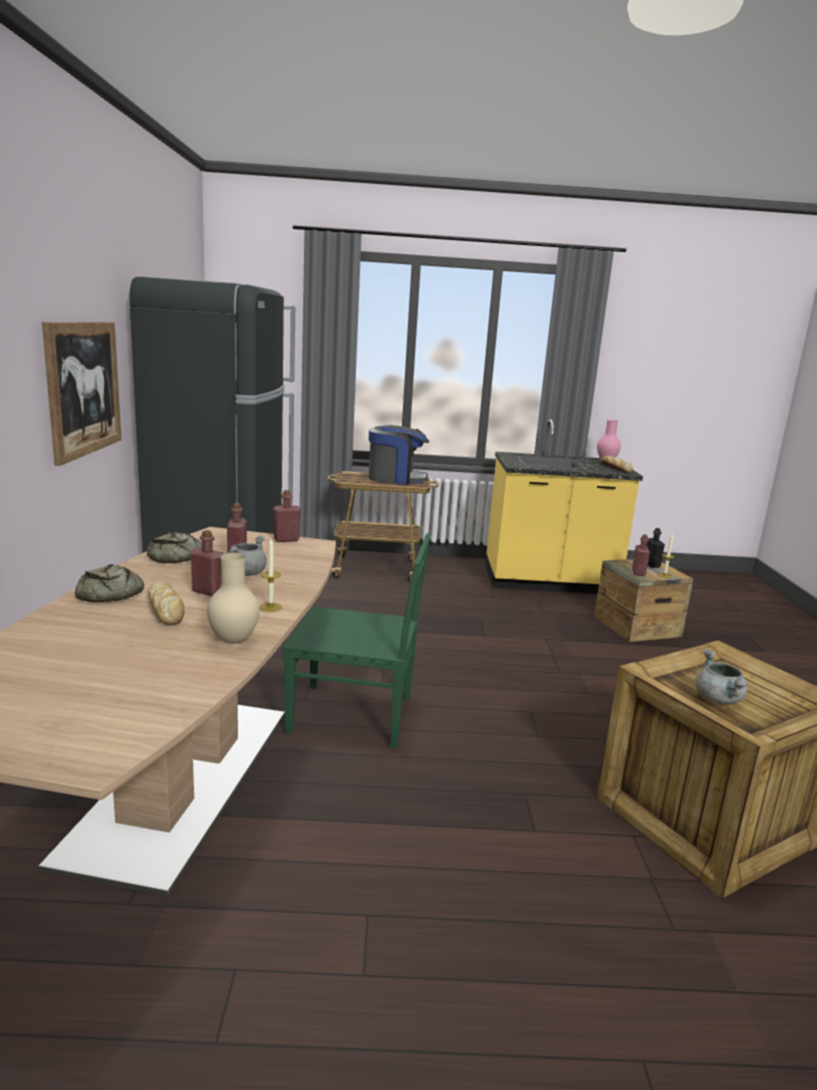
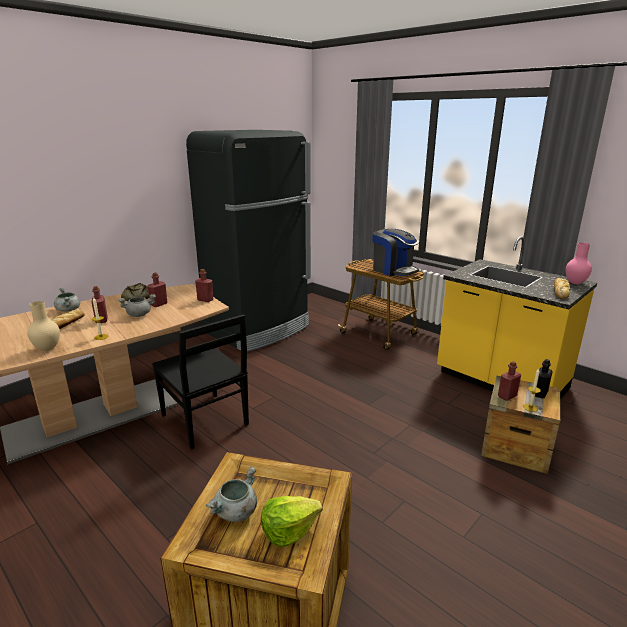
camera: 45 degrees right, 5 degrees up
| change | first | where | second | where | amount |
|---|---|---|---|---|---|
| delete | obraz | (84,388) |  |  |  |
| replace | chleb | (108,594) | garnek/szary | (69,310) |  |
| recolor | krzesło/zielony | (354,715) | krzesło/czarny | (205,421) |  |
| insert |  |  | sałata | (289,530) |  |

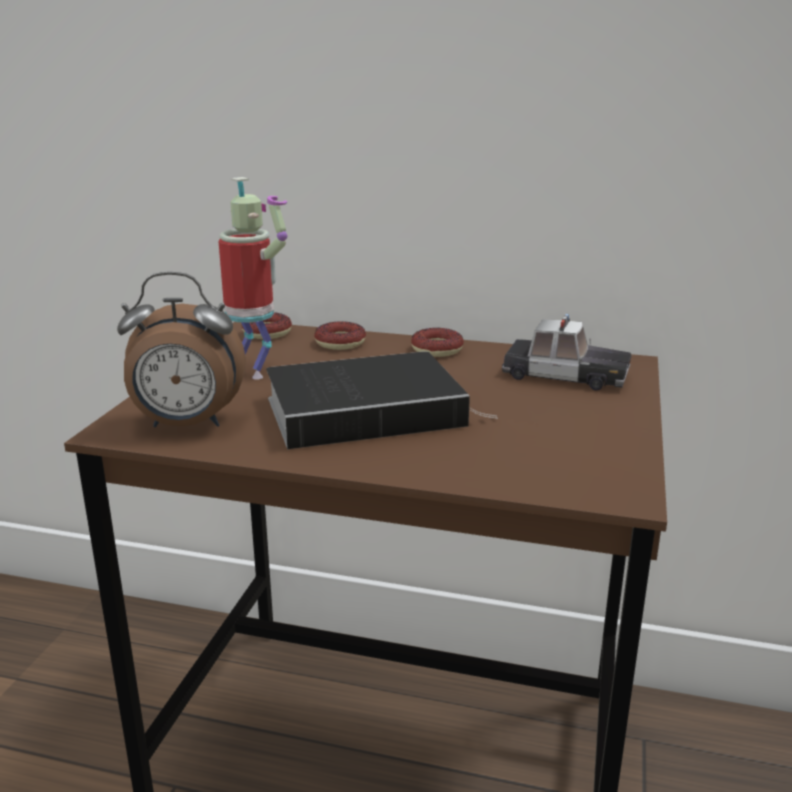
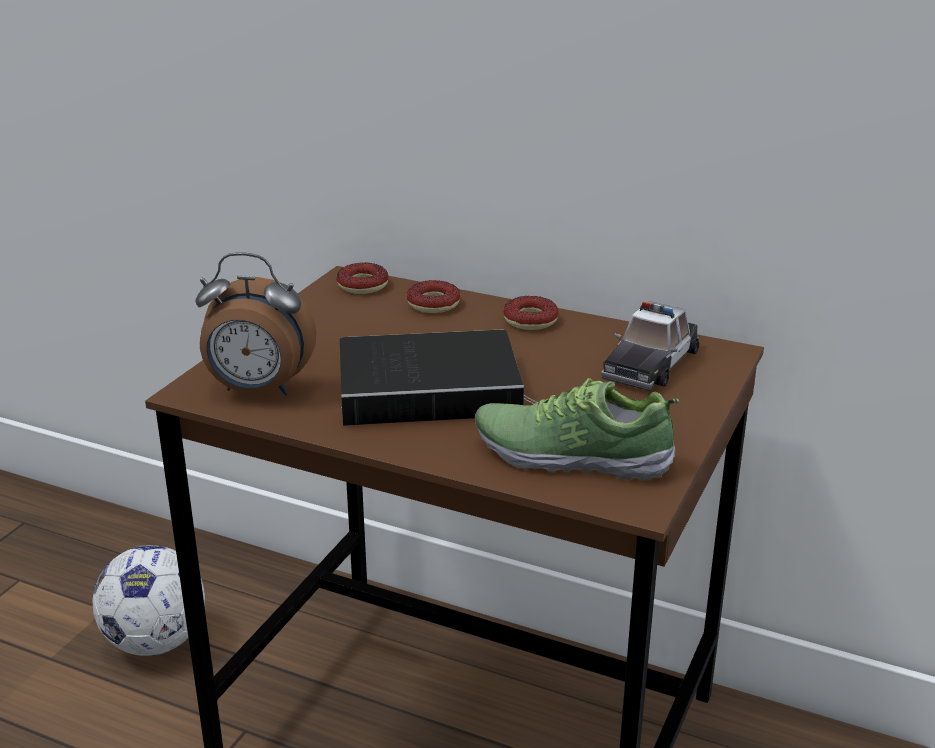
camera: 10 degrees right, 5 degrees up
| change | first | where | second | where | amount |
|---|---|---|---|---|---|
| delete | robot zabawkowy | (255,371) |  |  |  |
| rotate | samochodzik | (565,375) |  | (650,363) | 90 degrees clockwise |
| insert |  |  | piłka futbolowa | (156,641) |  |
| insert |  |  | but | (571,455) |  |

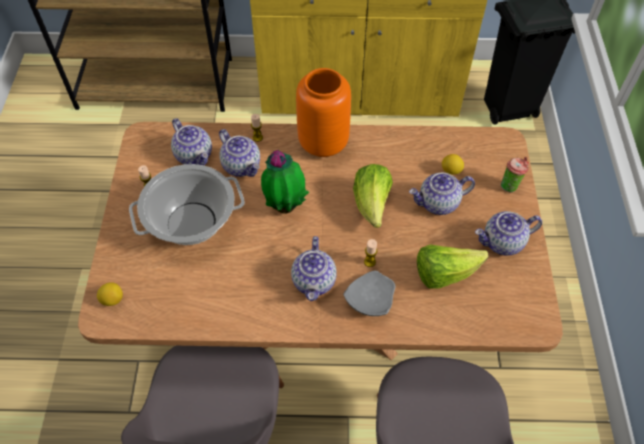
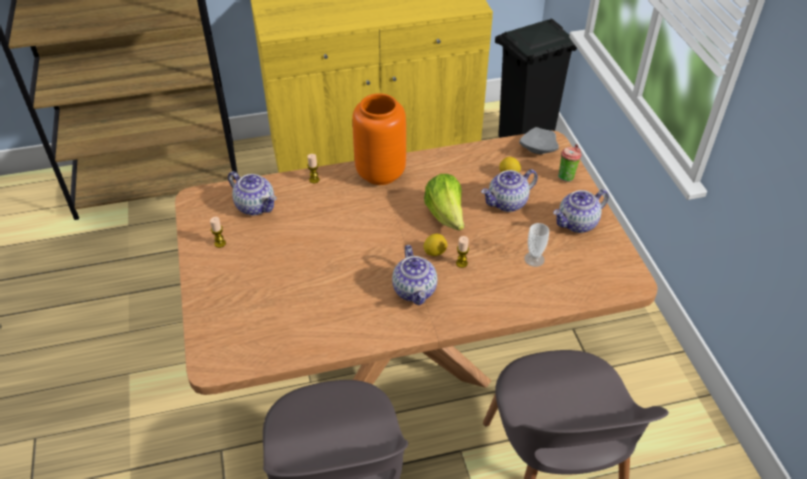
camera: 15 degrees left, 10 degrees down
| change | first | where | second | where | amount |
|---|---|---|---|---|---|
| move | cytryna | (112,299) |  | (435,252) |  |
| delete | garnek | (192,222) |  |  |  |
| delete | imbryk | (242,166) |  |  |  |
| delete | roślina doniczkowa | (285,206) |  |  |  |
| move | talerz/szary | (369,299) |  | (537,149) |  |
| replace | sałata | (444,273) | filiżanka | (534,259) |  |

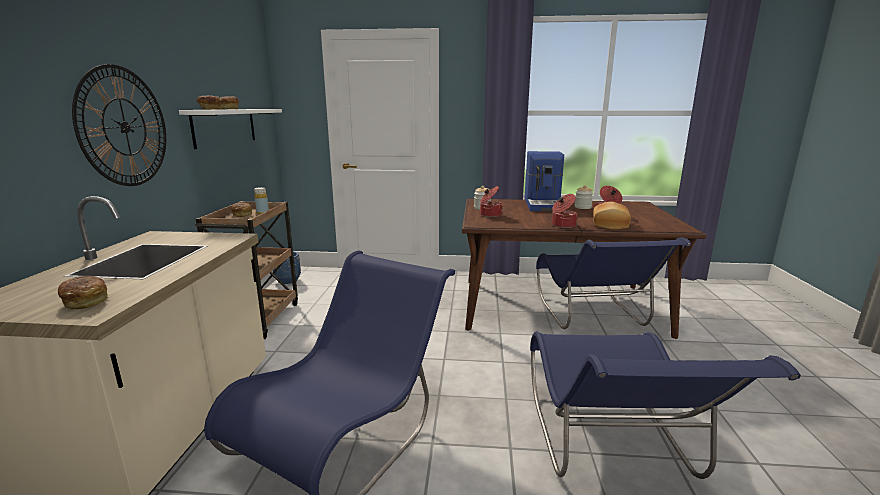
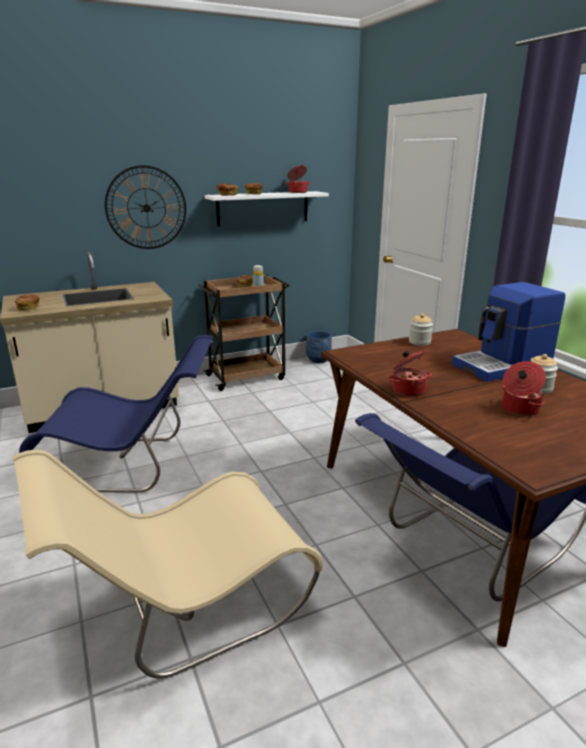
camera: 60 degrees right, 5 degrees up
| change | first | where | second | where | amount |
|---|---|---|---|---|---|
| move | garnek | (489,214) |  | (297,192) |  |
| recolor | krzesło/niebieski | (612,448) | krzesło/beżowy | (183,606) |  |
| delete | chleb | (609,224) |  |  |  |

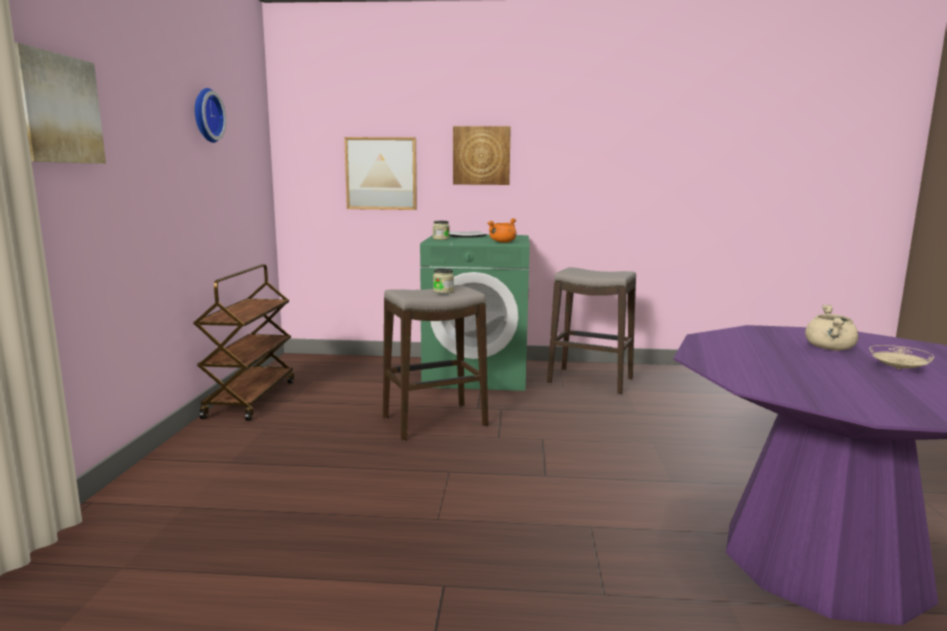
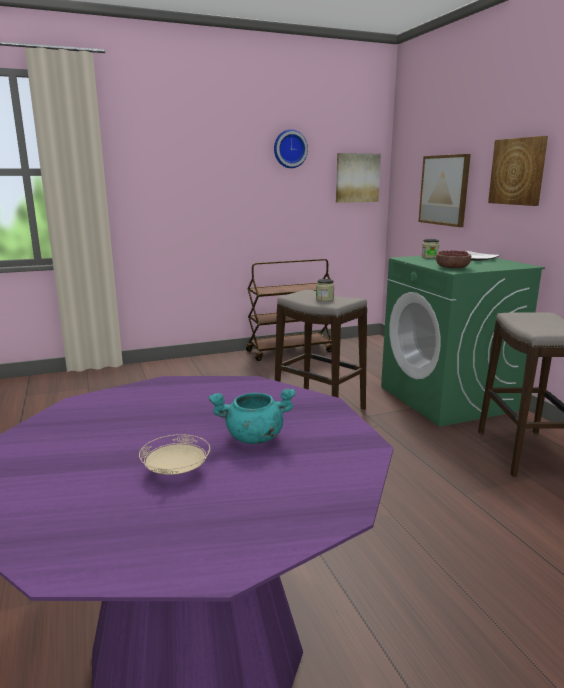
camera: 65 degrees right, 5 degrees up
| change | first | where | second | where | amount |
|---|---|---|---|---|---|
| move | obraz | (56,109) |  | (357,178) |  |
| replace | garnek/pomarańczowy | (502,242) | miska | (452,268) |  |
| recolor | garnek/beżowy | (830,349) | garnek/turkusowy | (253,437) |  |

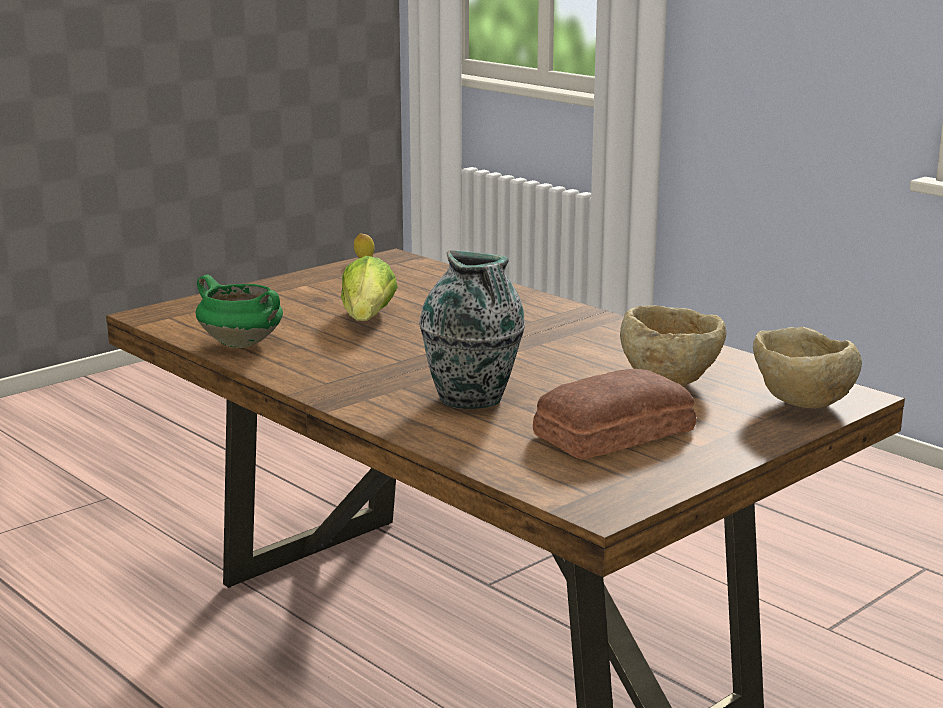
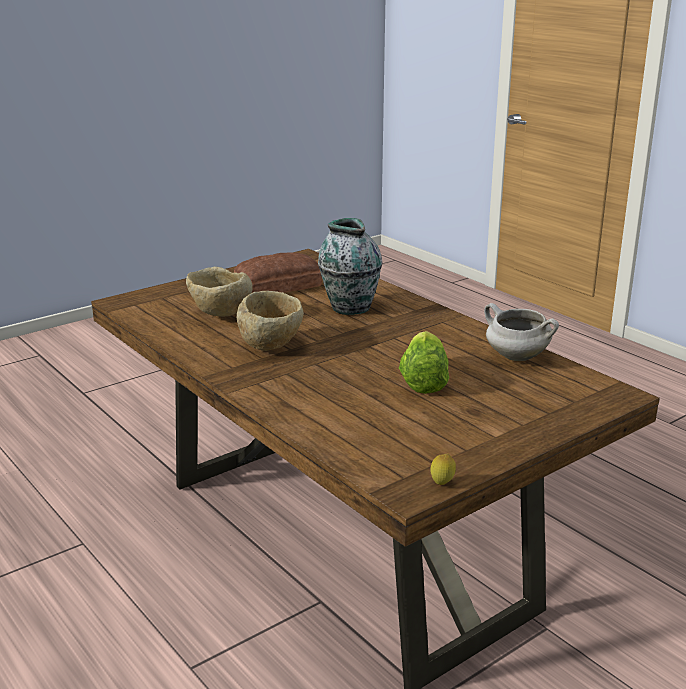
camera: 175 degrees left, 5 degrees up
| change | first | where | second | where | amount |
|---|---|---|---|---|---|
| recolor | garnek/zielony | (243,344) | garnek/biały | (515,357) |  |
| move | miska/beżowy | (800,406) |  | (272,346) |  |

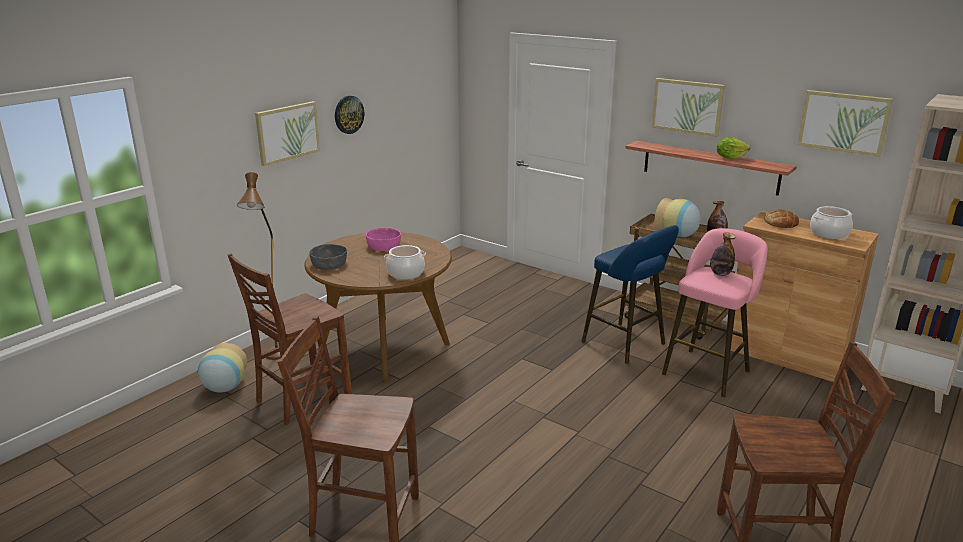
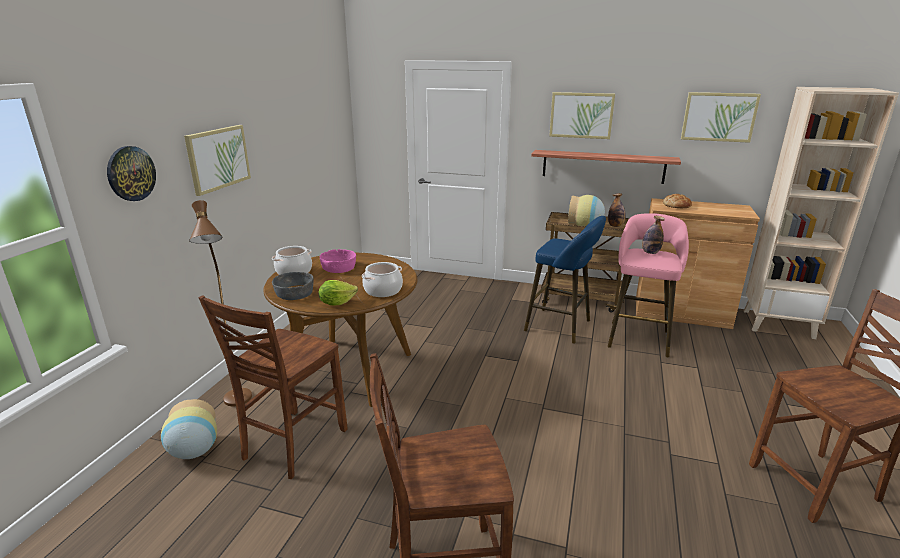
camera: 20 degrees left, 0 degrees up
| change | first | where | second | where | amount |
|---|---|---|---|---|---|
| move | zegar ścienny | (348,114) |  | (131,173) |  |
| move | sałata | (730,158) |  | (337,303) |  |
| move | garnek | (829,233) |  | (294,272) |  |

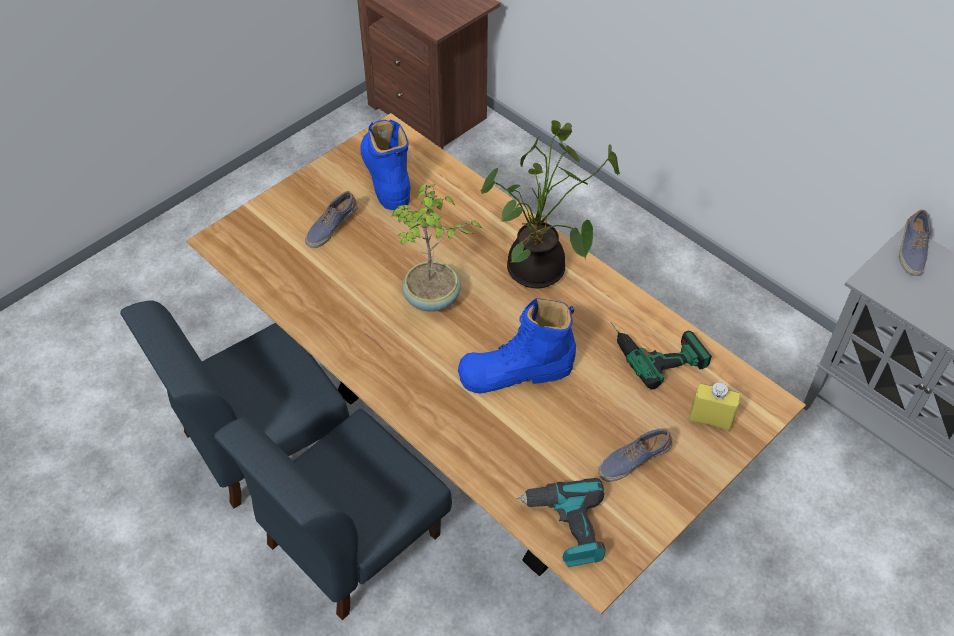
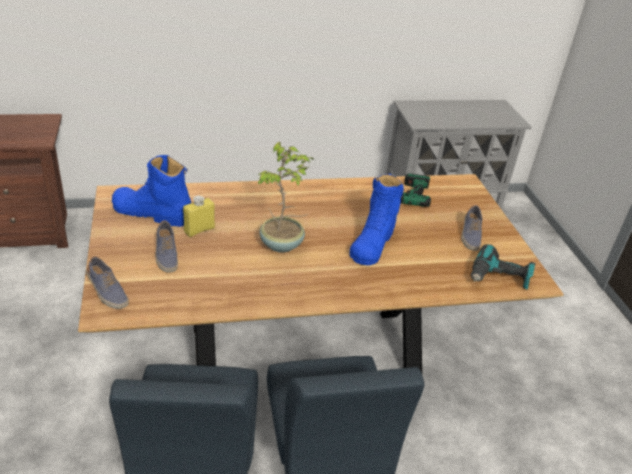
camera: 60 degrees left, 15 degrees down
| change | first | where | second | where | amount |
|---|---|---|---|---|---|
| delete | roślina doniczkowa | (540,272) |  |  |  |
| move | butelka/żółty | (710,419) |  | (199,230) |  |
| move | but | (911,251) |  | (107,292) |  |

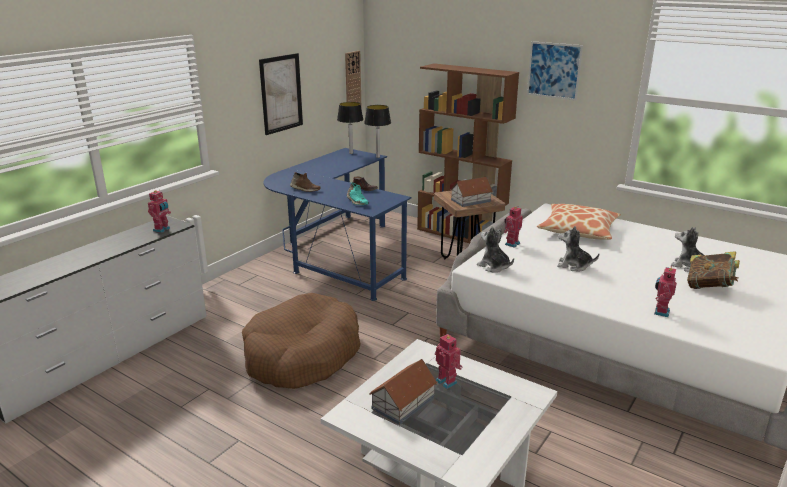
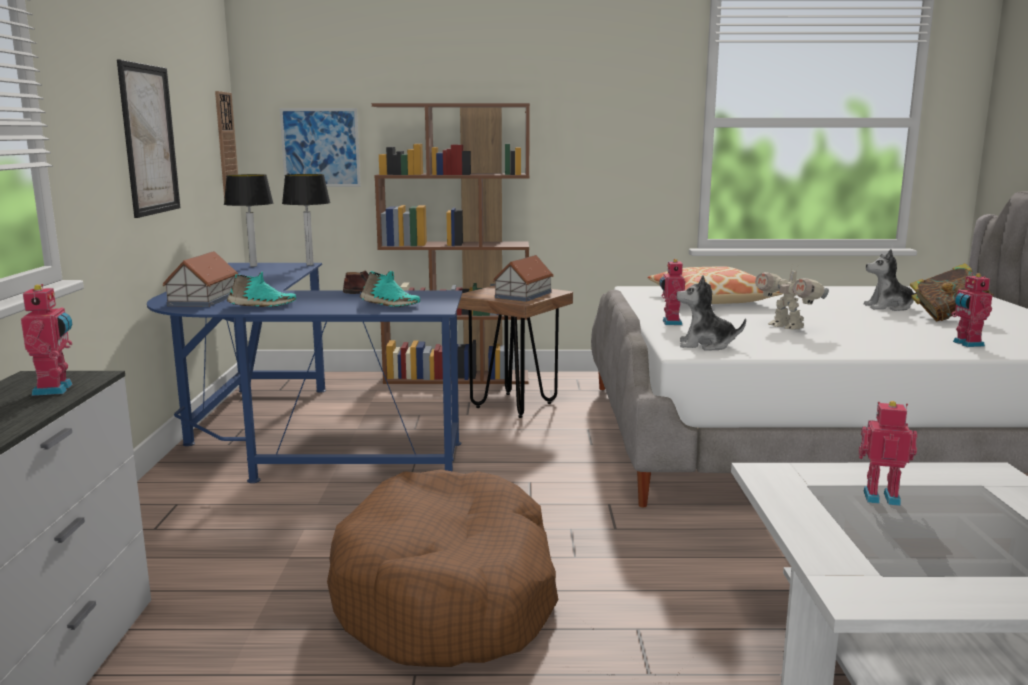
camera: 35 degrees left, 10 degrees down
| change | first | where | second | where | amount |
|---|---|---|---|---|---|
| recolor | but/brązowy | (305,189) | but/turkusowy | (262,306) |  |
| move | domek | (402,403) |  | (202,300) |  |
| move | obraz | (554,70) |  | (320,147) |  |
| replace | pluszak | (573,266) | robot zabawkowy | (787,327) |  |

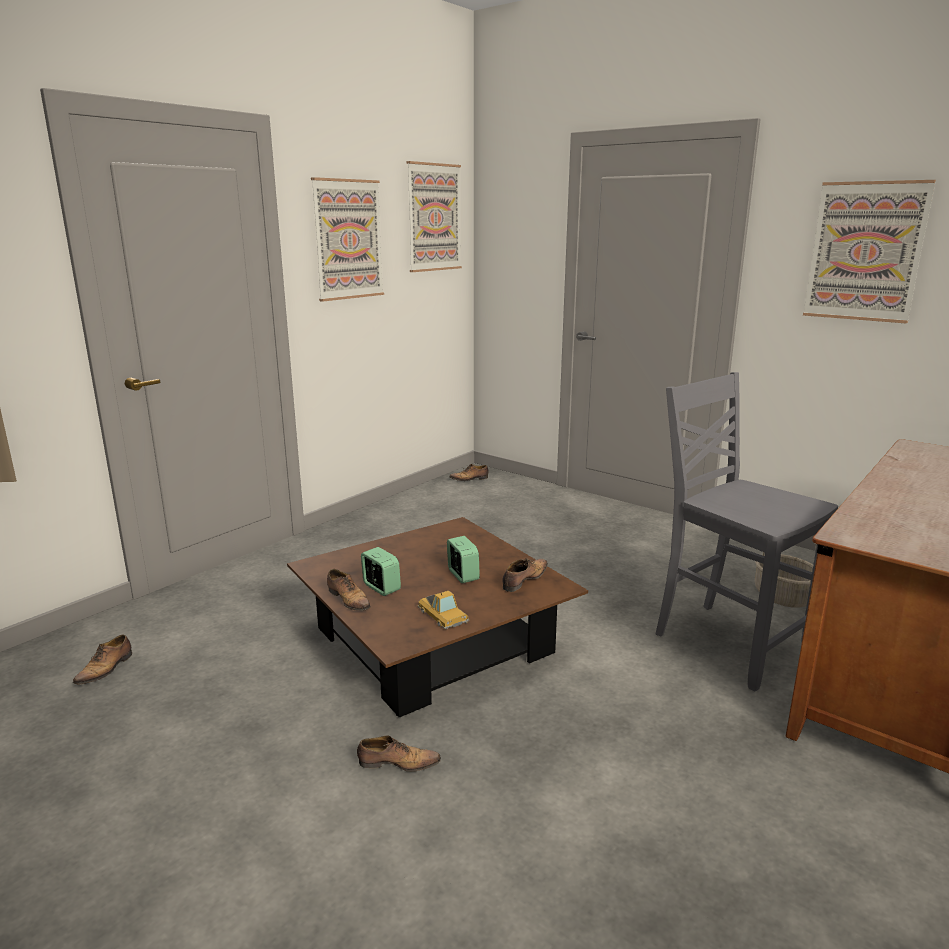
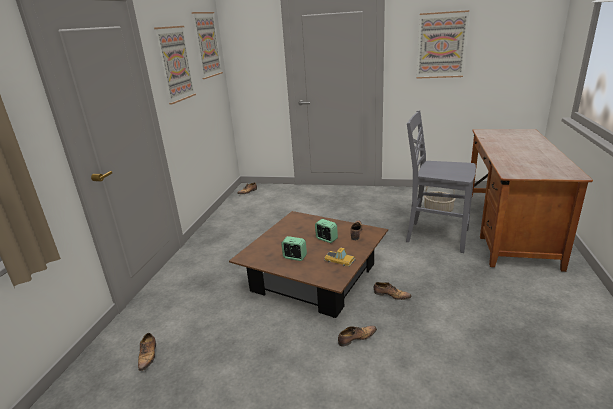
camera: 25 degrees left, 5 degrees up
| change | first | where | second | where | amount |
|---|---|---|---|---|---|
| move | but | (349,600) |  | (391,295) |  |

